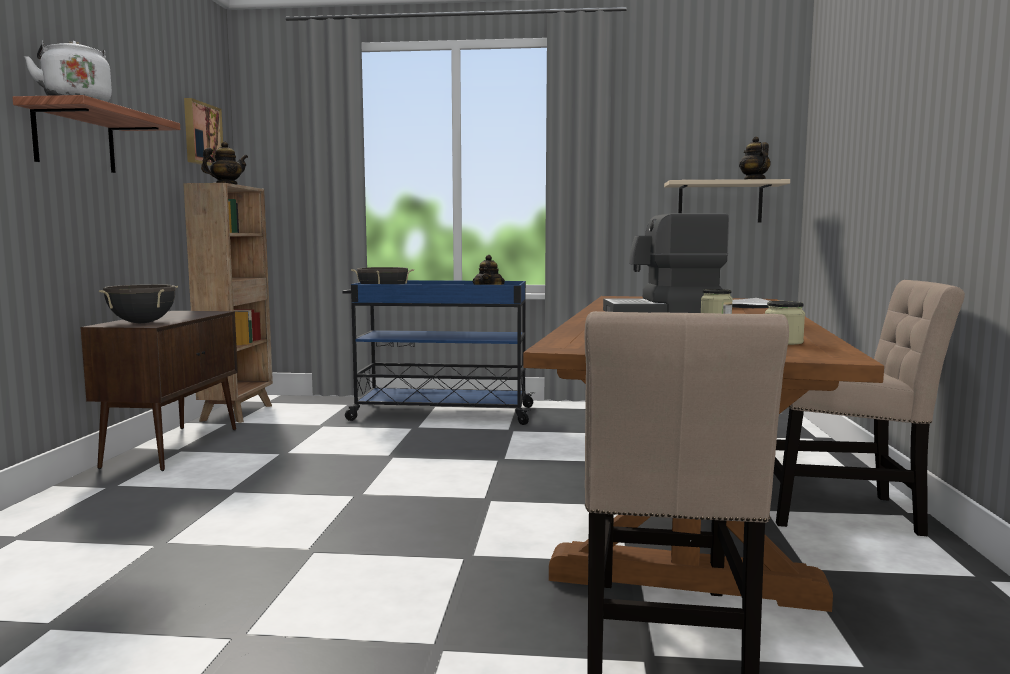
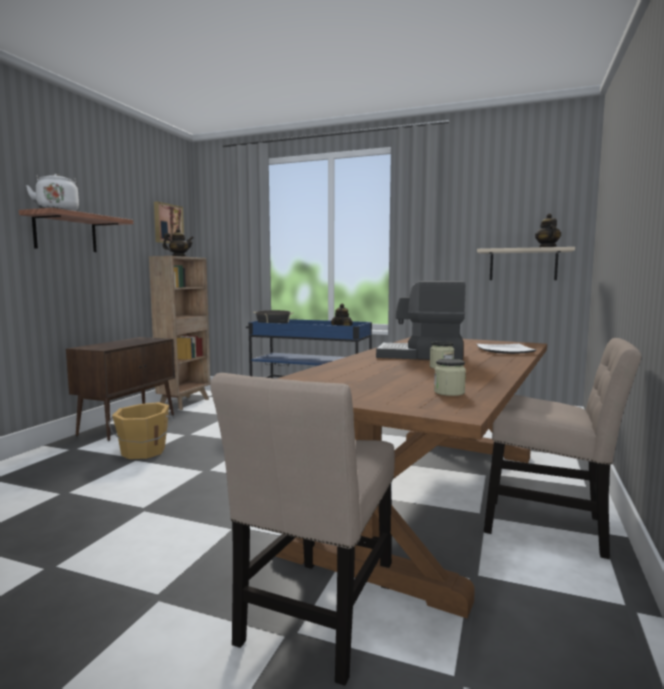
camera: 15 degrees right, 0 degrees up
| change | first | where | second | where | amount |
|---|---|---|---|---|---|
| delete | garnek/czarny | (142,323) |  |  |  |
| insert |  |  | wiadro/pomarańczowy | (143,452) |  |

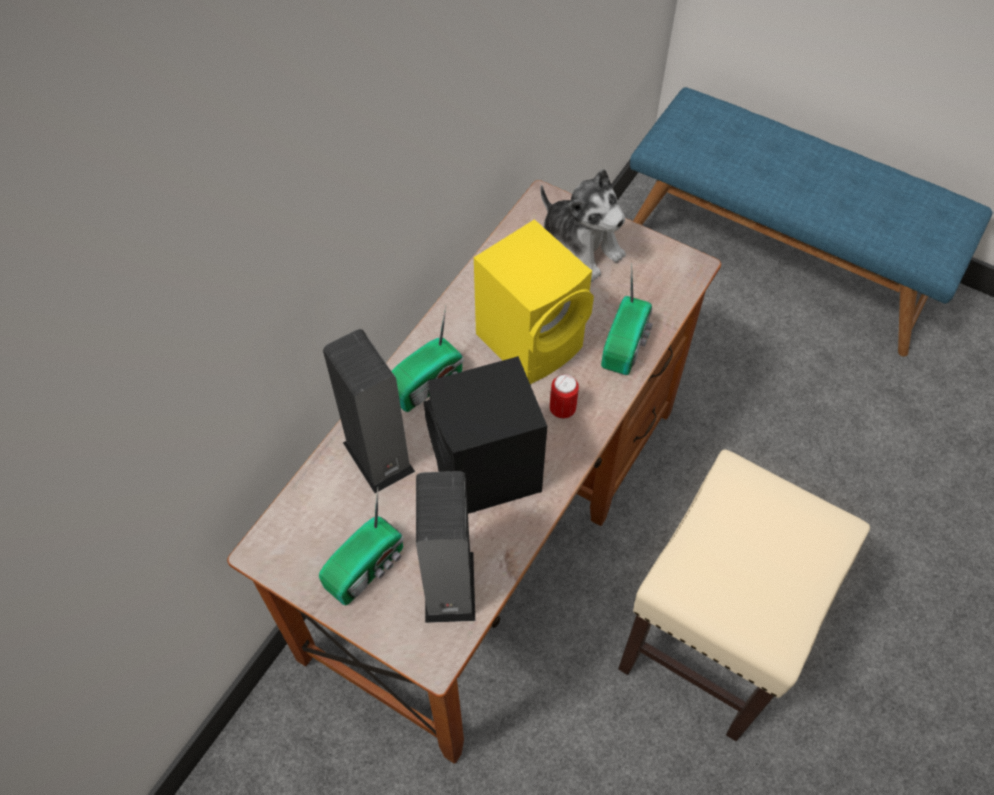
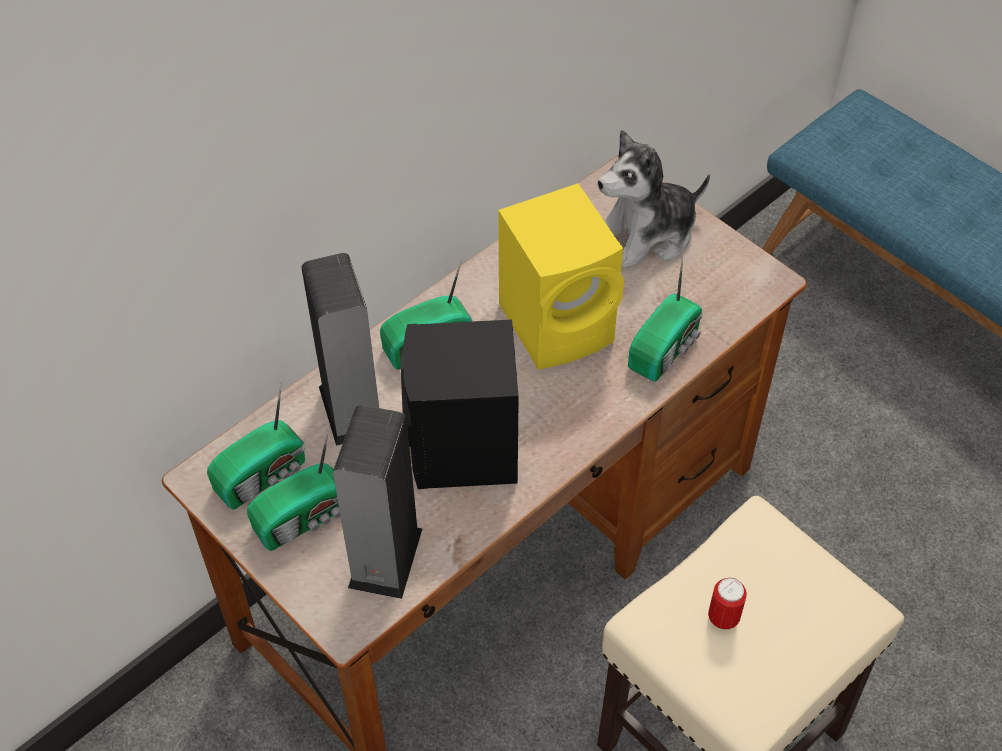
camera: 15 degrees right, 5 degrees down
| change | first | where | second | where | amount |
|---|---|---|---|---|---|
| rotate | pluszak | (580,247) |  | (647,235) | 90 degrees clockwise |
| move | puszka | (562,410) |  | (723,618) |  |
| insert |  |  | radio | (264,476) |  |

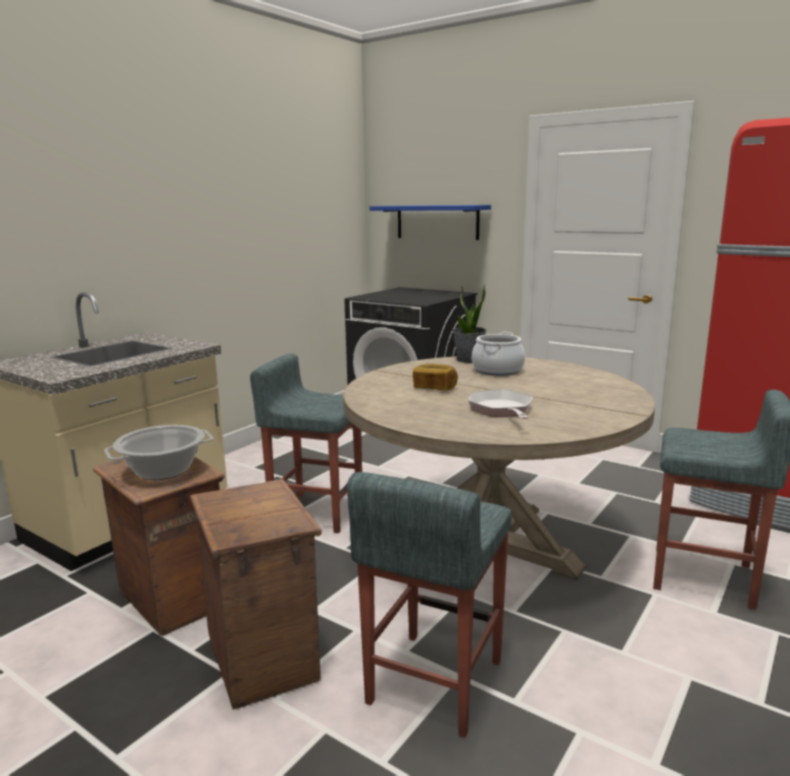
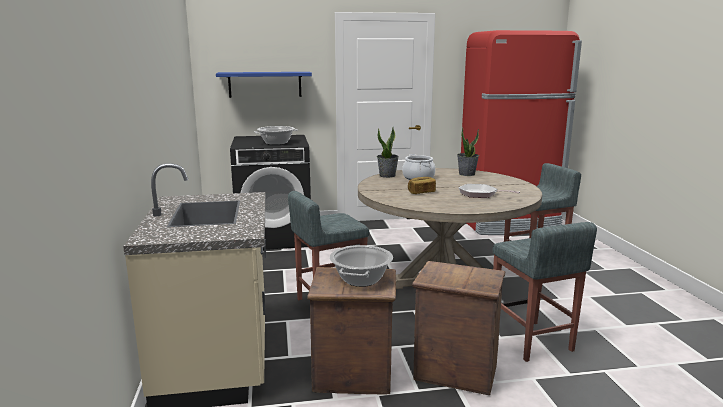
camera: 45 degrees left, 0 degrees up
| change | first | where | second | where | amount |
|---|---|---|---|---|---|
| insert |  |  | garnek | (276,143) |  |
| insert |  |  | roślina doniczkowa | (466,174) |  |

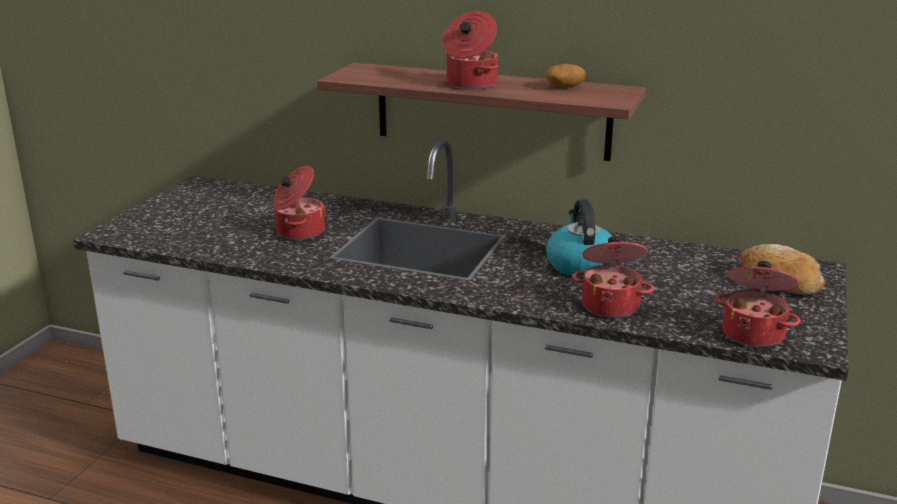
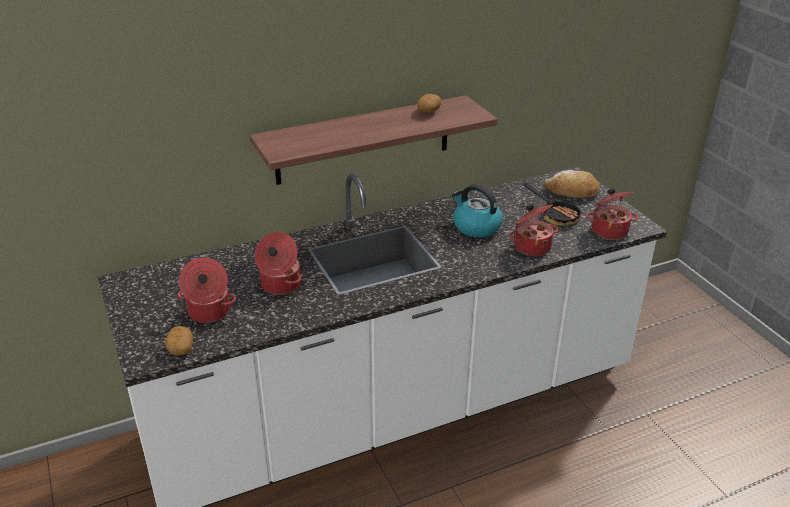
camera: 45 degrees left, 10 degrees up
| change | first | where | second | where | amount |
|---|---|---|---|---|---|
| move | garnek | (470,84) |  | (208,312) |  |
| insert |  |  | ziemniak | (180,348) |  |
| insert |  |  | patelnia | (556,215) |  |

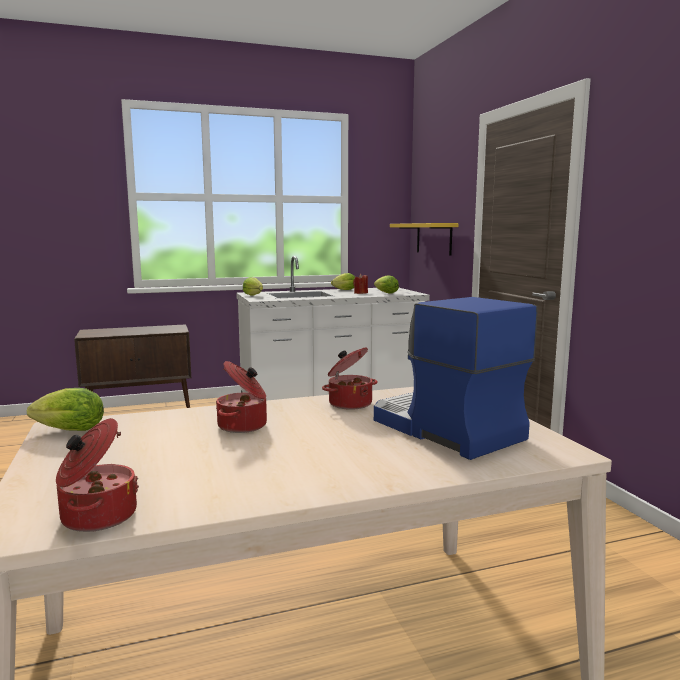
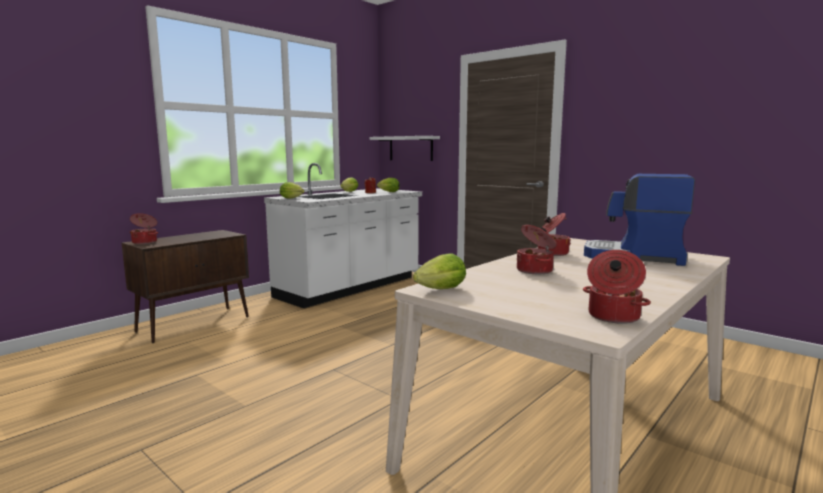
camera: 30 degrees left, 0 degrees up
| change | first | where | second | where | amount |
|---|---|---|---|---|---|
| recolor | półka/żółty | (434,238) | półka/biały | (411,148) |  |
| insert |  |  | garnek | (145,242) |  |

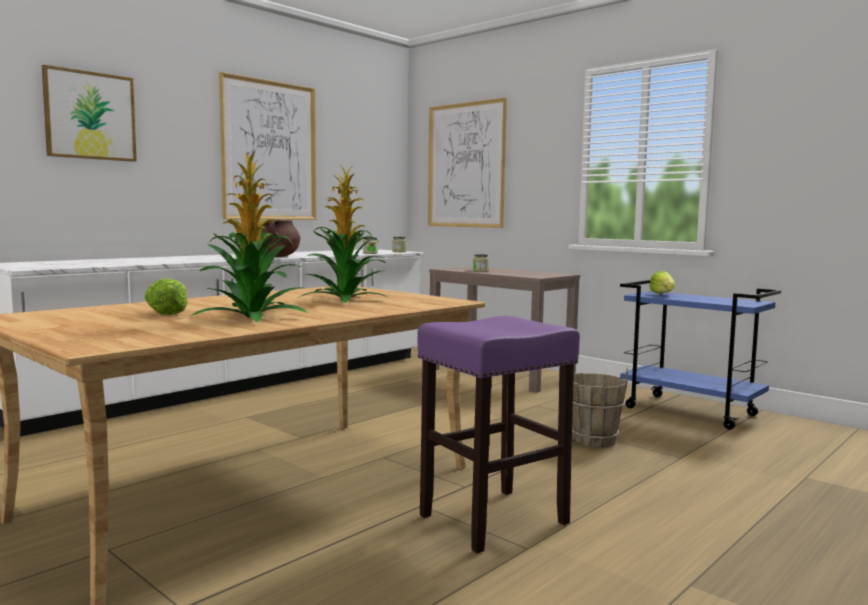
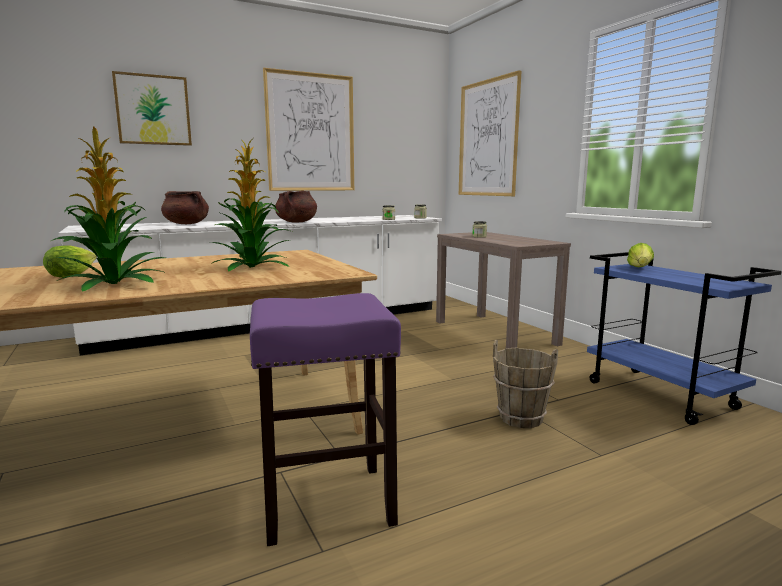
camera: 20 degrees right, 5 degrees up
| change | first | where | second | where | amount |
|---|---|---|---|---|---|
| insert |  |  | garnek/brązowy | (187,224) |  |

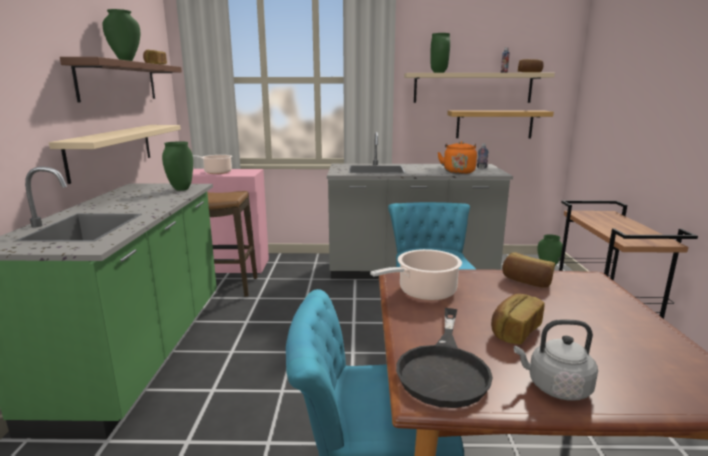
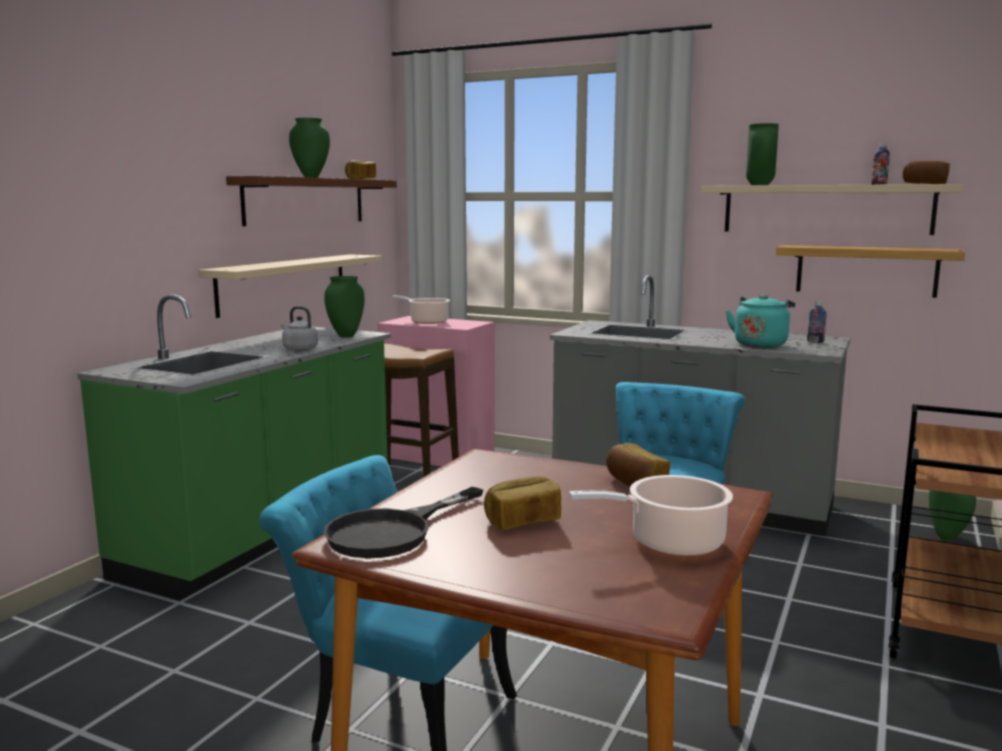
camera: 25 degrees right, 5 degrees down
| change | first | where | second | where | amount |
|---|---|---|---|---|---|
| move | garnek | (424,292) |  | (670,542) |  |
| recolor | czajnik/pomarańczowy | (458,171) | czajnik/turkusowy | (760,344) |  |
| move | czajnik/szary | (555,387) |  | (299,349) |  |

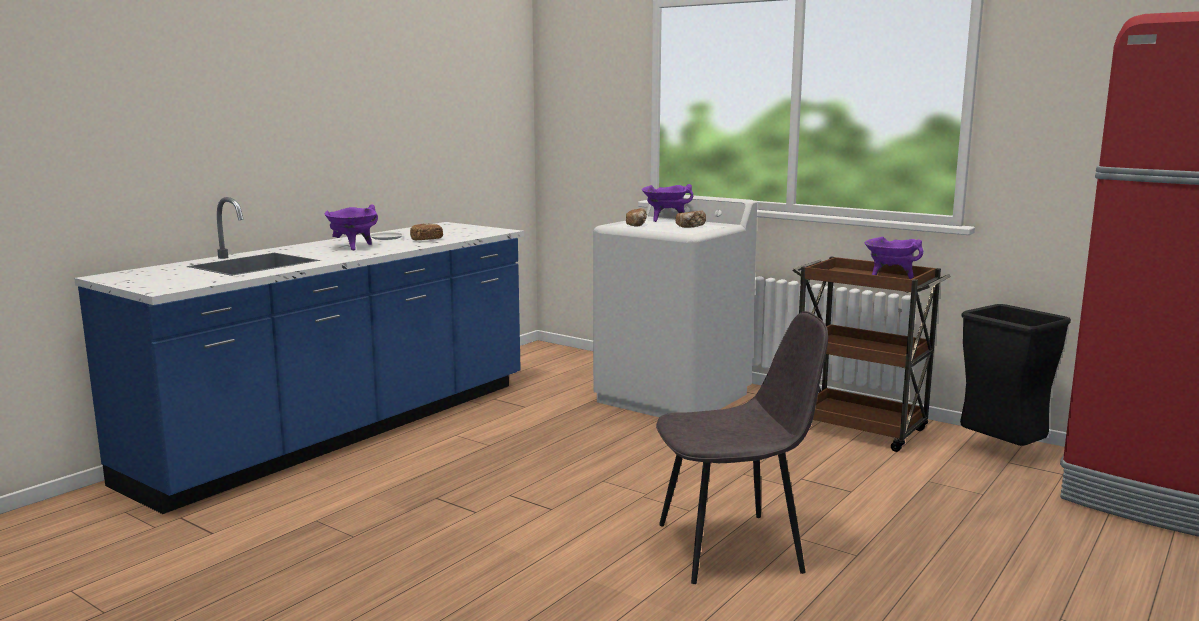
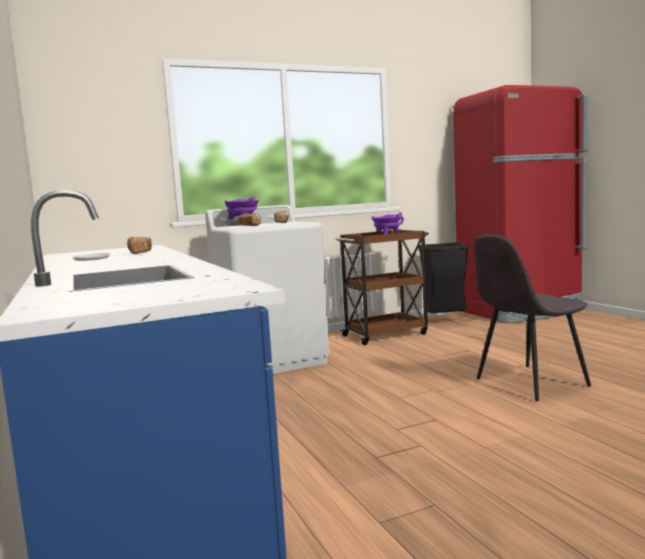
camera: 60 degrees left, 5 degrees down
| change | first | where | second | where | amount |
|---|---|---|---|---|---|
| delete | garnek/fioletowy | (353,247) |  |  |  |
| rotate | krzesło/szary | (733,547) |  | (529,383) | 135 degrees counterclockwise |

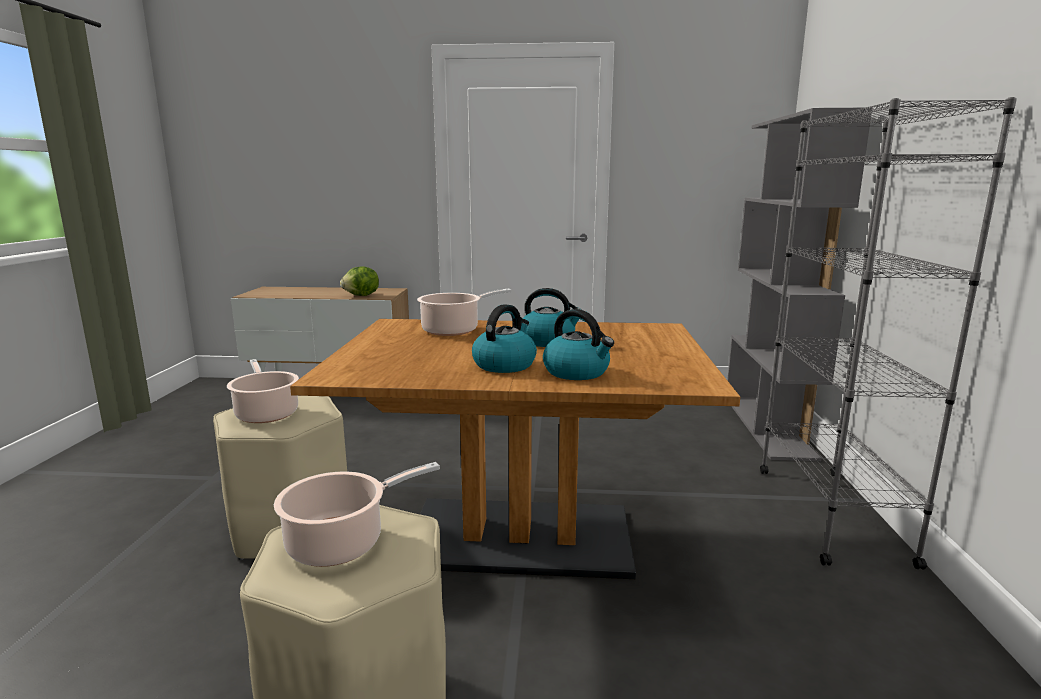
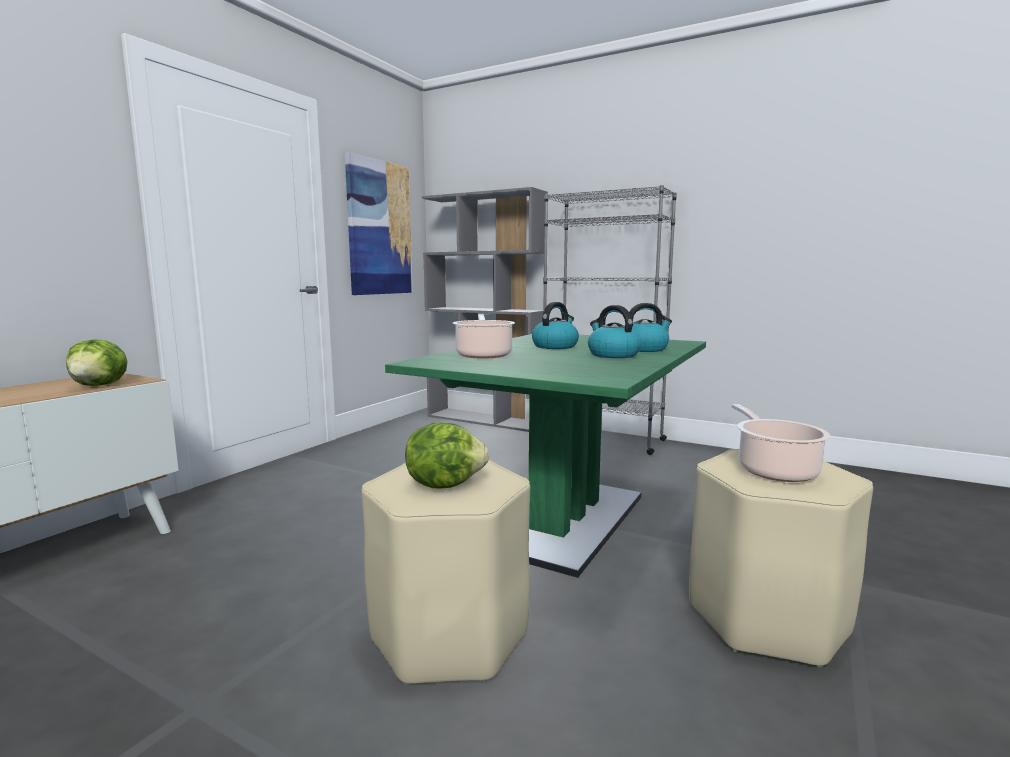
camera: 65 degrees left, 5 degrees down
| change | first | where | second | where | amount |
|---|---|---|---|---|---|
| replace | garnek | (266,413) | sałata | (444,484) |  |
| recolor | stół jadalny/brązowy | (520,538) | stół jadalny/zielony | (565,520) |  |
| insert |  |  | obraz | (379,228) |  |

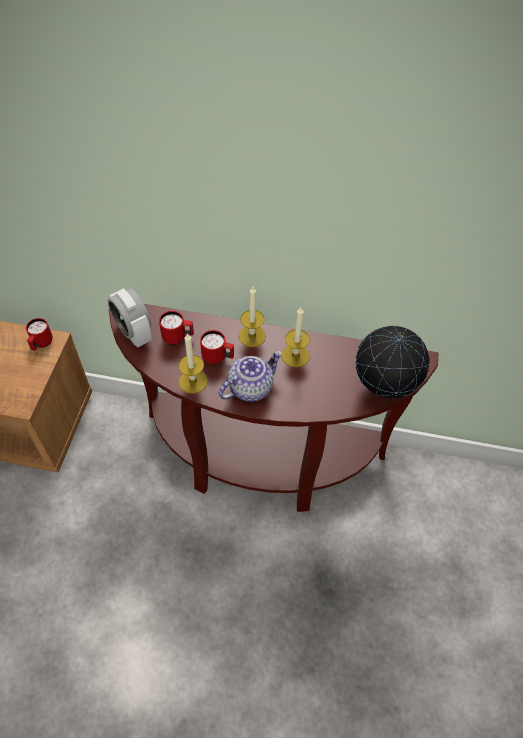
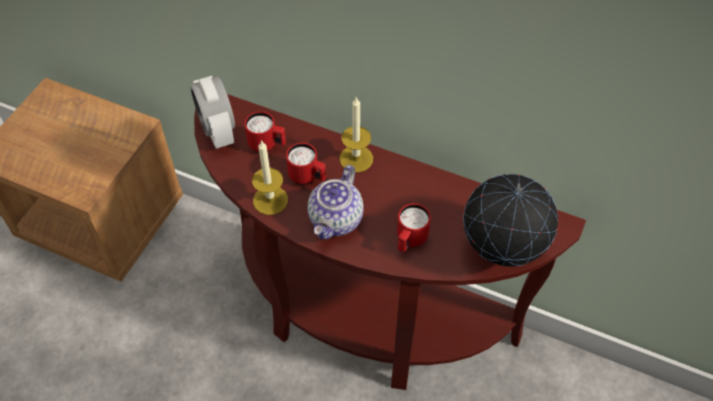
camera: 15 degrees right, 0 degrees up
| change | first | where | second | where | amount |
|---|---|---|---|---|---|
| move | kubek/czerwony | (41,344) |  | (409,241) |  |
| rotate | imbryk | (250,387) |  | (336,220) | 135 degrees clockwise |
| delete | świeca | (295,355) |  |  |  |

